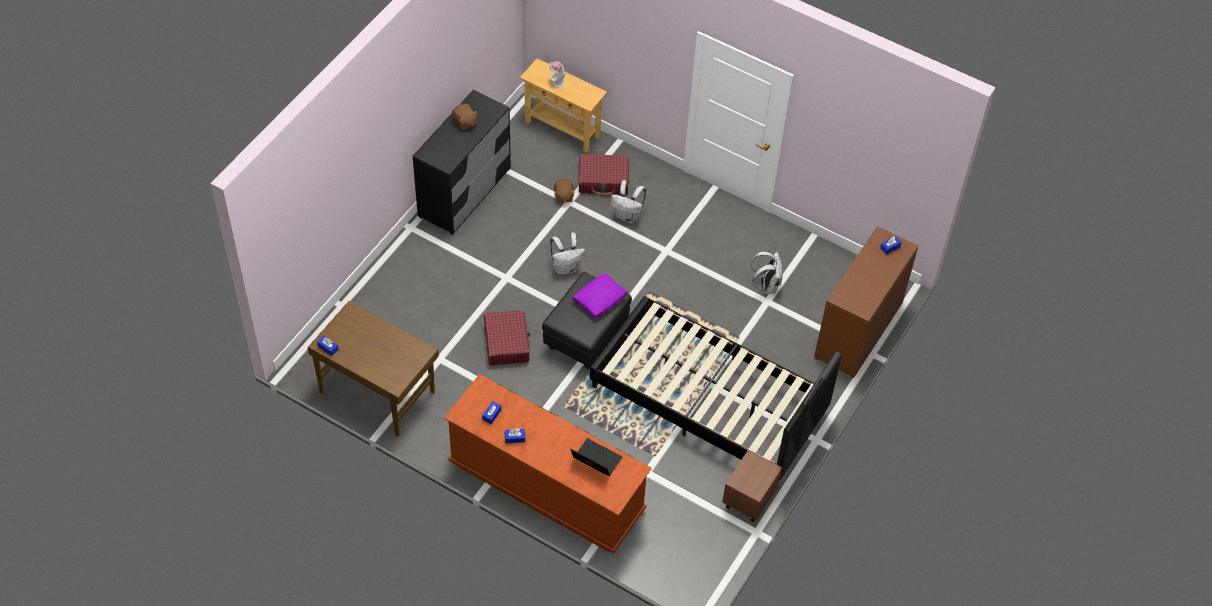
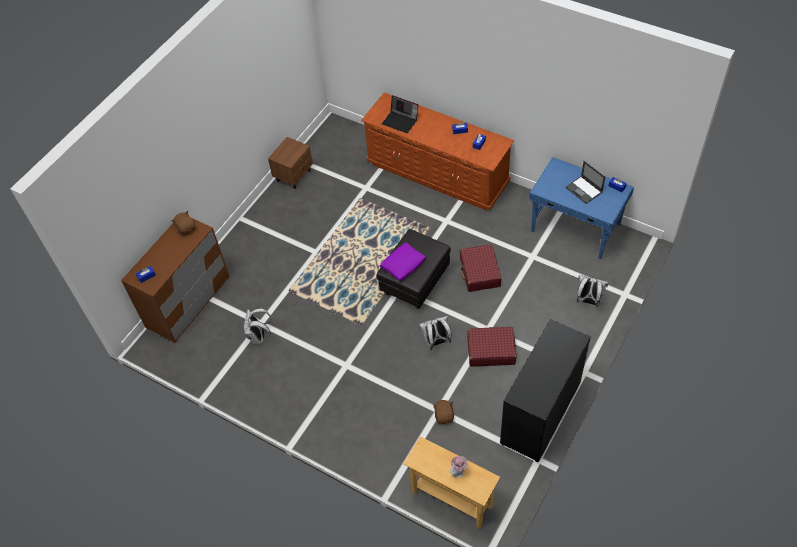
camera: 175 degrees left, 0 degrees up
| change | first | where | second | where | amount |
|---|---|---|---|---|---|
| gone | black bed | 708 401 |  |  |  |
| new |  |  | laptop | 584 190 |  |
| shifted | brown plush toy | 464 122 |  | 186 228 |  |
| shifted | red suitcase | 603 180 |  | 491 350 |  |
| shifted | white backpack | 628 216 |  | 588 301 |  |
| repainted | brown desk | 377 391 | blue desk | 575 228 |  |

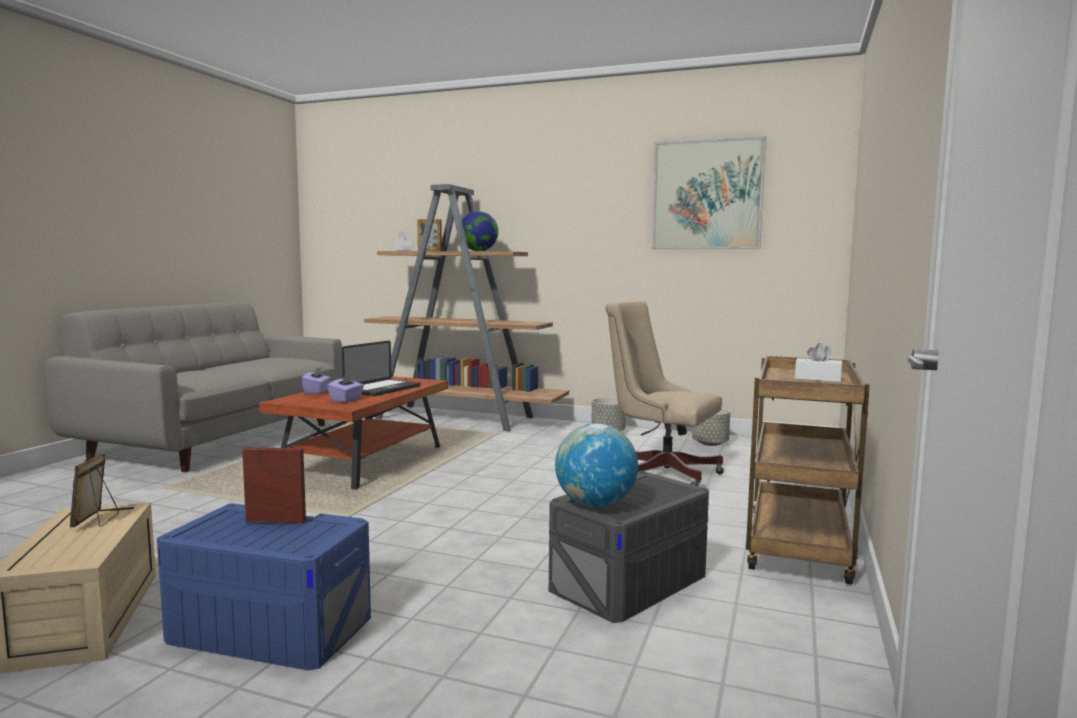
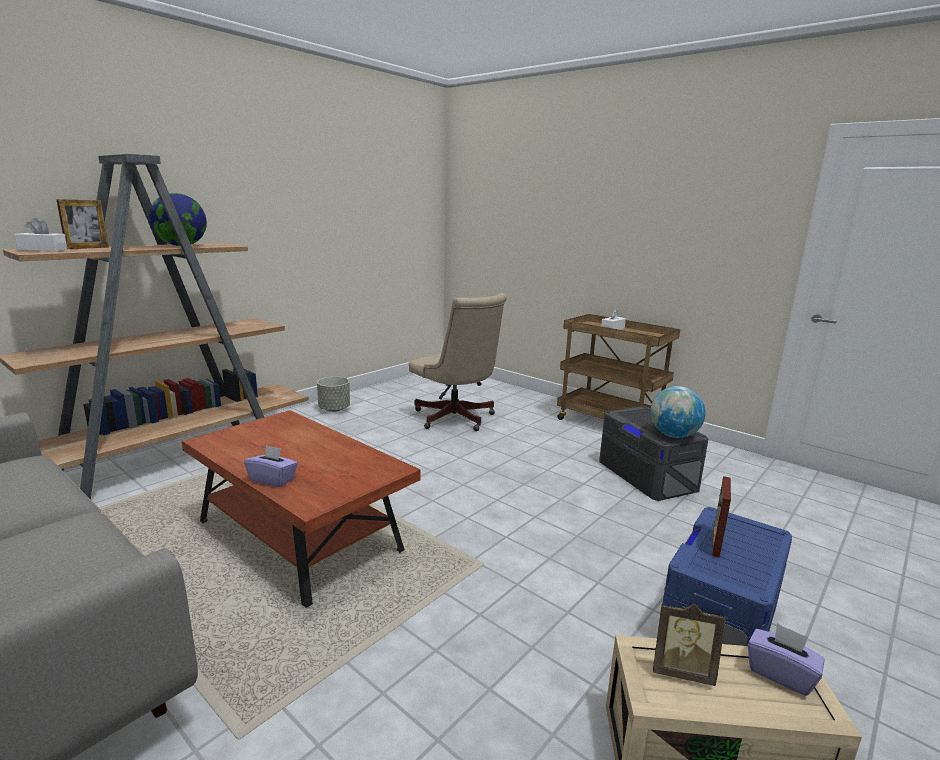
camera: 70 degrees left, 10 degrees up
| change | first | where | second | where | amount |
|---|---|---|---|---|---|
| gone | laptop | 382 389 |  |  |  |
| gone | picture | 707 195 |  |  |  |
| gone | grey planter | 710 444 |  |  |  |
| shifted | purple tissue box | 346 400 |  | 780 673 |  |
| rotated | beige office chair | 659 472 |  | 456 419 | 90 degrees counterclockwise |

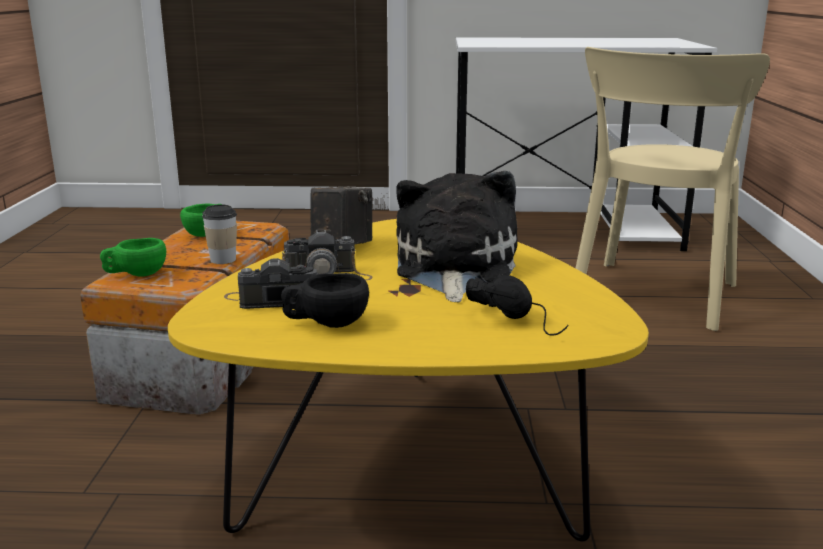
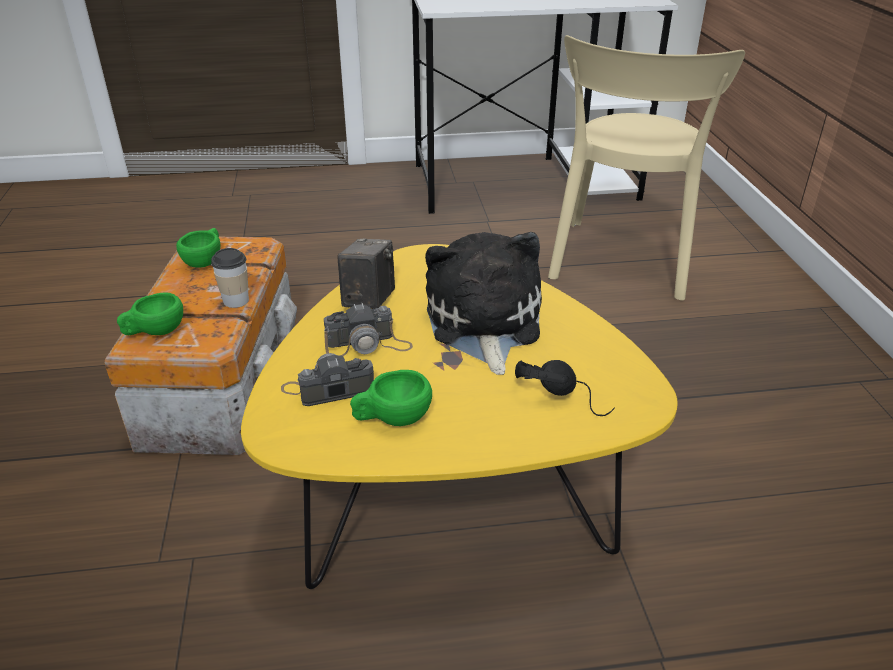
camera: 10 degrees left, 15 degrees up
| change | first | where | second | where | amount |
|---|---|---|---|---|---|
| repainted | black cup | 326 323 | green cup | 392 419 |  |

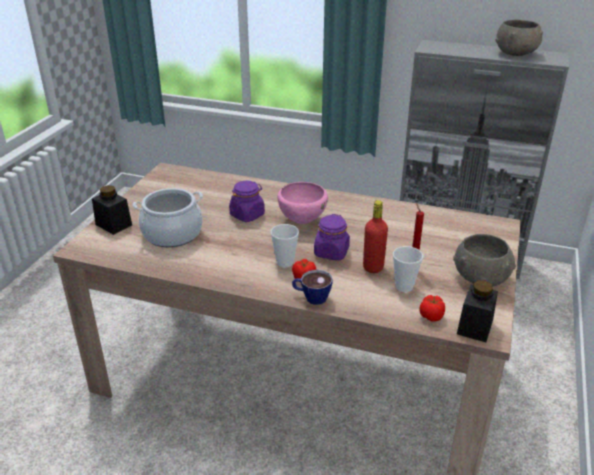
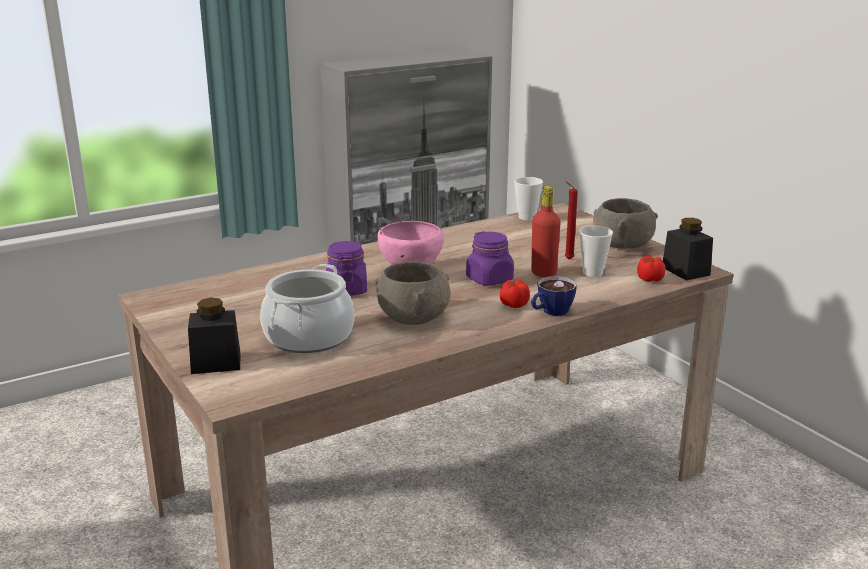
camera: 50 degrees left, 10 degrees down
| change | first | where | second | where | amount |
|---|---|---|---|---|---|
| shifted | cup | 285 262 |  | 527 217 |  |
| shifted | grey bowl | 516 53 |  | 414 317 |  |

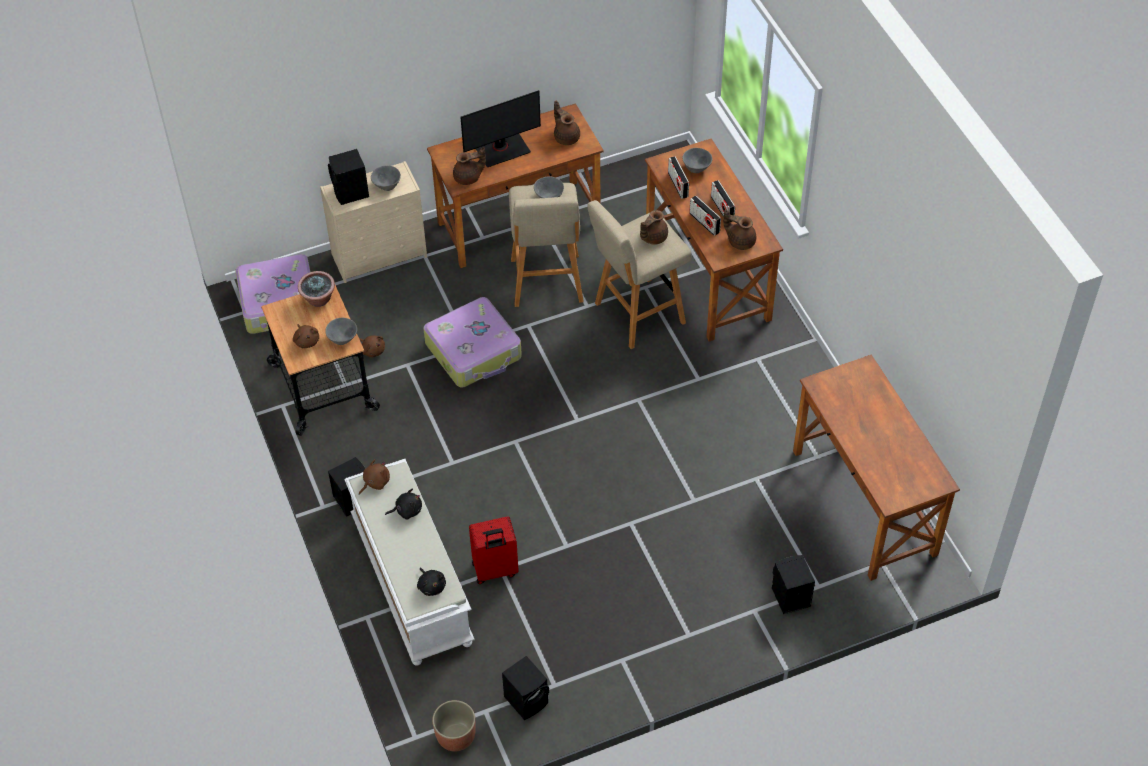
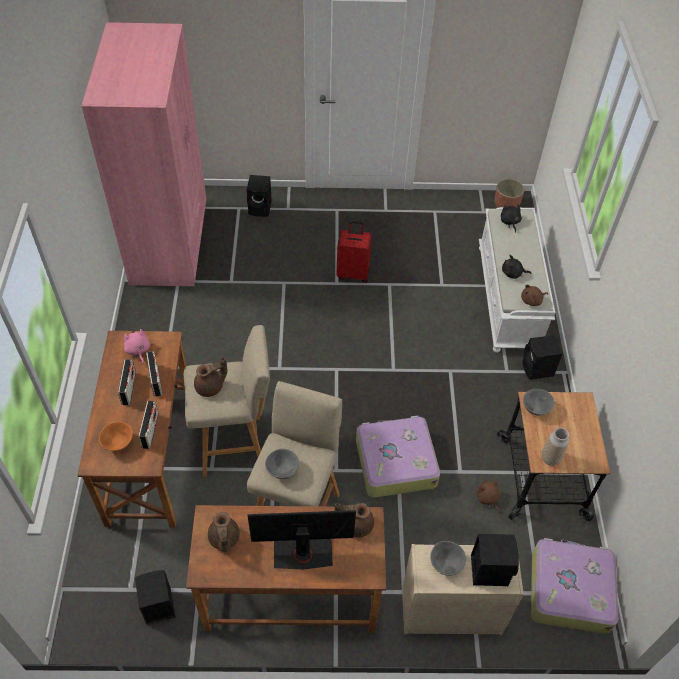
camera: 160 degrees left, 0 degrees up
| change | first | where | second | where | amount |
|---|---|---|---|---|---|
| gone | brown plush toy | 306 341 |  |  |  |
| shifted | red suitcase | 495 570 |  | 353 273 |  |
| shifted | black speaker | 527 699 |  | 157 606 |  |
| swapped | potted plant | 319 300 | vase | 550 458 |  |
| swapped | brown teapot | 740 241 | pink plush toy | 138 350 |  |
| swapped | brown desk | 864 502 | pink wardrobe | 170 242 |  |
| repainted | grey bowl | 697 168 | orange bowl | 118 443 |  |

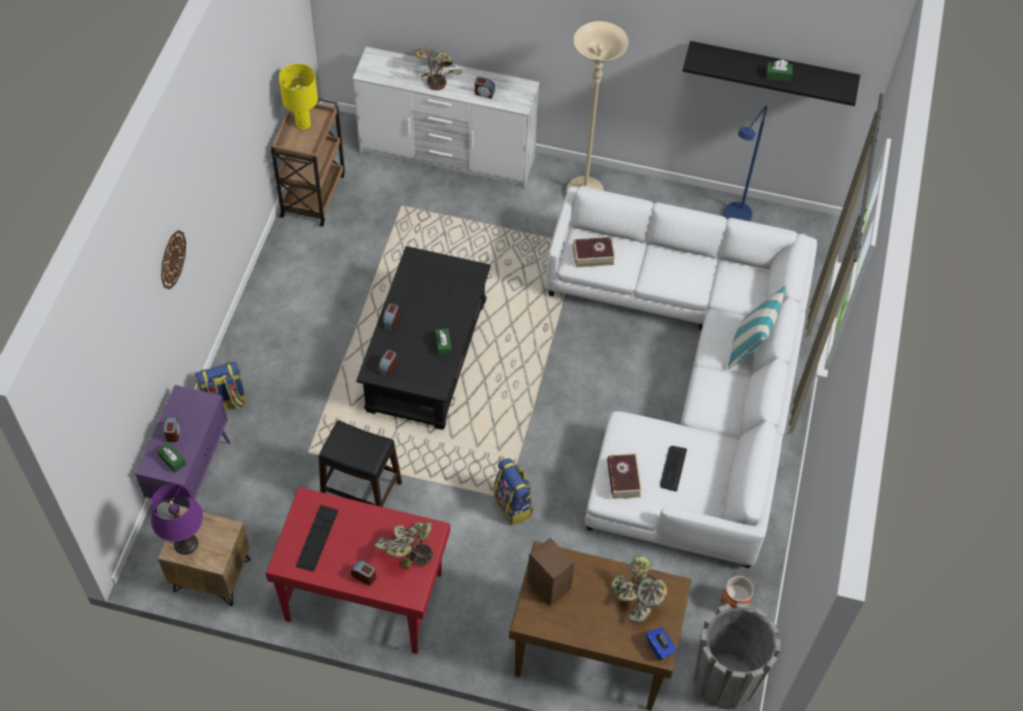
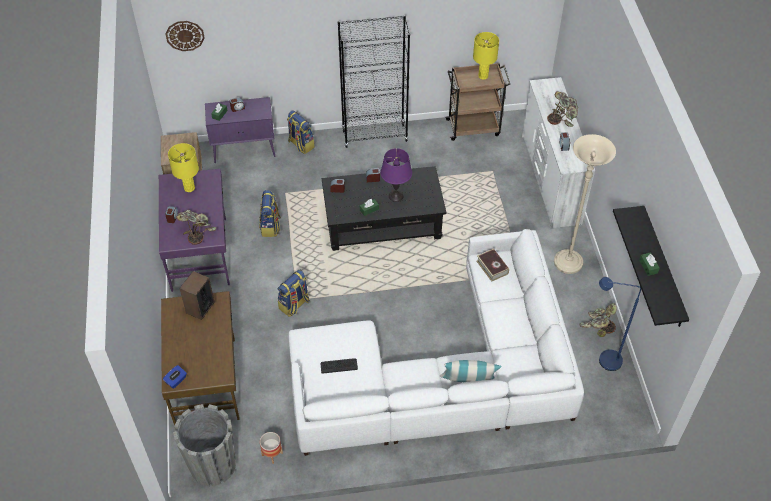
camera: 70 degrees right, 5 degrees down
| change | first | where | second | where | amount |
|---|---|---|---|---|---|
| gone | book | 623 479 |  |  |  |
| new |  |  | black bookcase | 375 136 |  |
| shifted | purple table lamp | 186 544 |  | 395 196 |  |
| shifted | wall clock | 172 259 |  | 185 35 |  |
| shifted | potted plant | 638 599 |  | 597 327 |  |
| swapped | keyboard | 317 538 | yellow table lamp | 189 188 |  |
| swapped | black stool | 361 490 | backpack | 270 226 |  |
| repainted | red desk | 363 595 | purple desk | 200 253 |  |

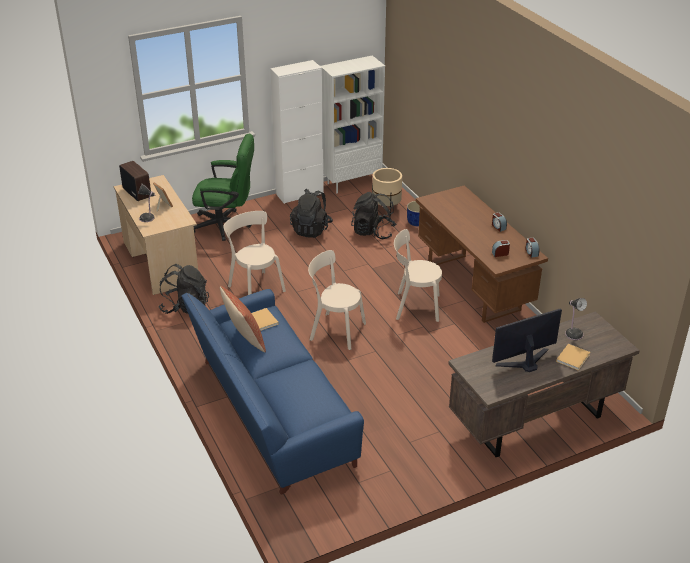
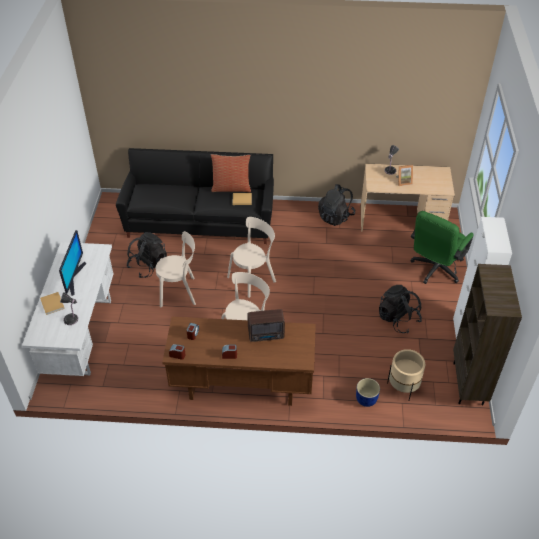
camera: 120 degrees right, 10 degrees up
| change | first | where | second | where | amount |
|---|---|---|---|---|---|
| shifted | radio | 137 192 |  | 267 335 |  |
| shifted | beige chair | 255 287 |  | 180 292 |  |
| shifted | black backpack | 373 232 |  | 148 266 |  |
| repainted | blue sofa | 270 413 | black sofa | 200 220 |  |
| repainted | white bookcase | 352 183 | brown bookcase | 468 384 |  |
| repainted | brown desk | 534 421 | white desk | 81 334 |  |

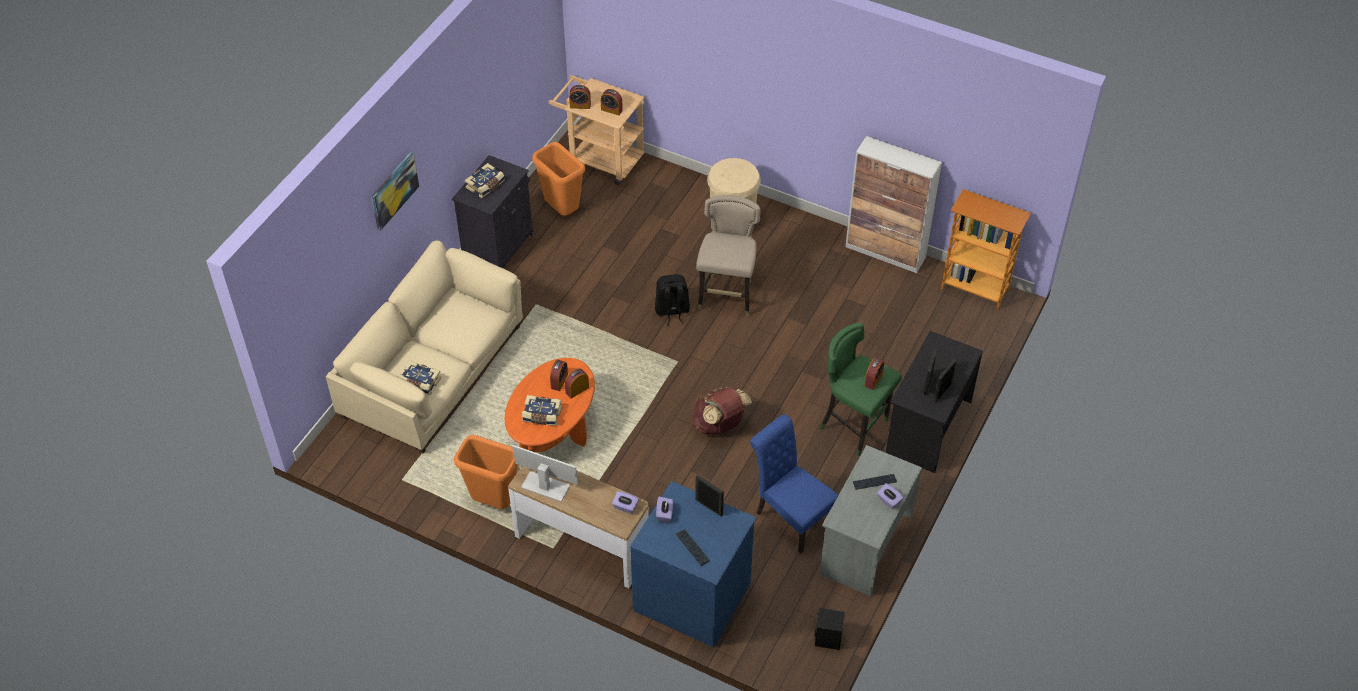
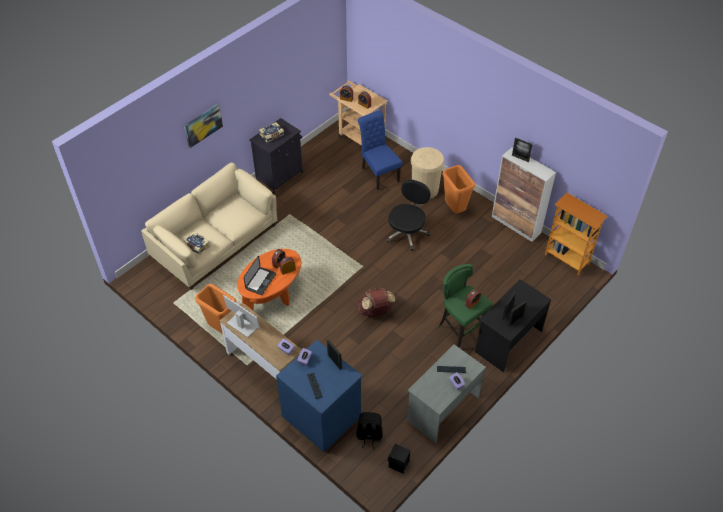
camera: 15 degrees right, 0 degrees up
| change | first | where | second | where | amount |
|---|---|---|---|---|---|
| new |  |  | picture frame | 520 158 |  |
| shifted | orange trash can | 561 211 |  | 454 209 |  |
| shifted | black backpack | 672 311 |  | 369 436 |  |
| shifted | blue chair | 790 517 |  | 378 173 |  |
| swapped | book | 541 415 | laptop | 261 281 |  |
| swapped | beige stool | 727 297 | black office chair | 407 233 |  |

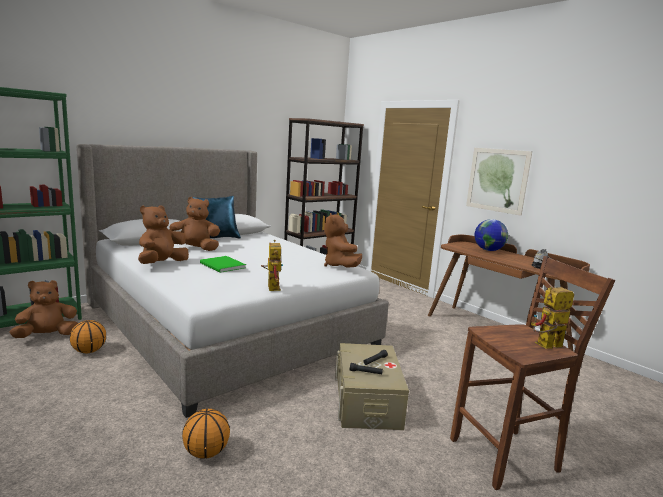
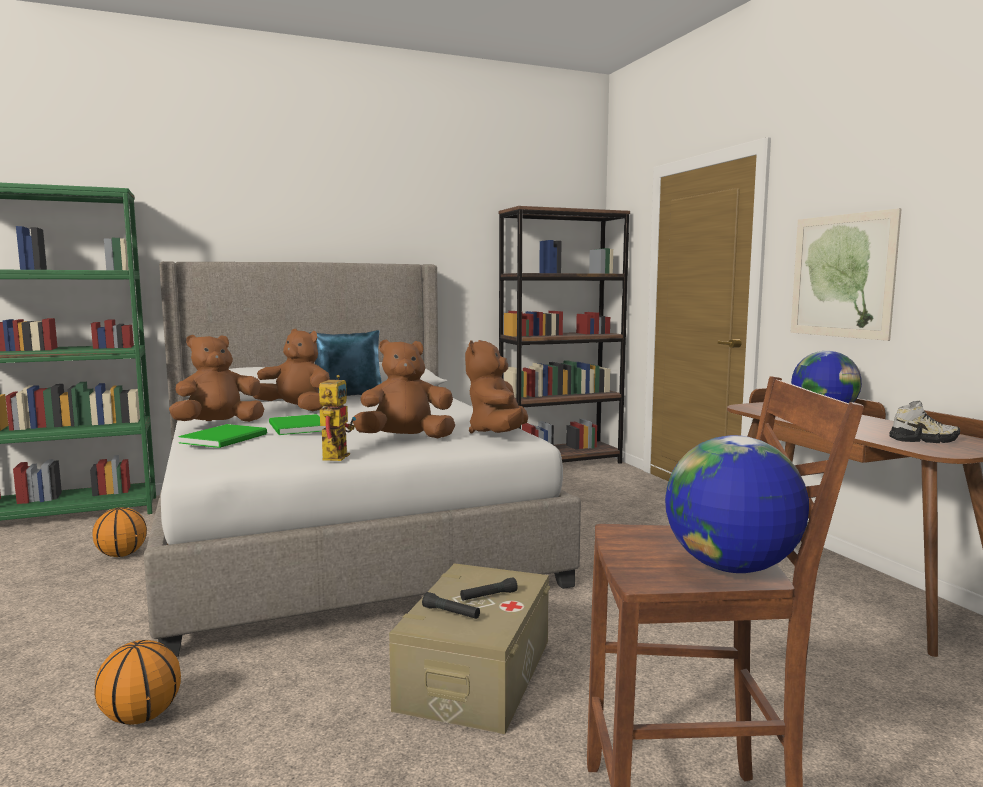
camera: 20 degrees right, 5 degrees down
| change | first | where | second | where | amount |
|---|---|---|---|---|---|
| new |  |  | green book | 227 438 |  |
| shifted | brown plush toy | 47 336 |  | 405 439 |  |
| swapped | toy robot | 546 346 | globe | 730 568 |  |

